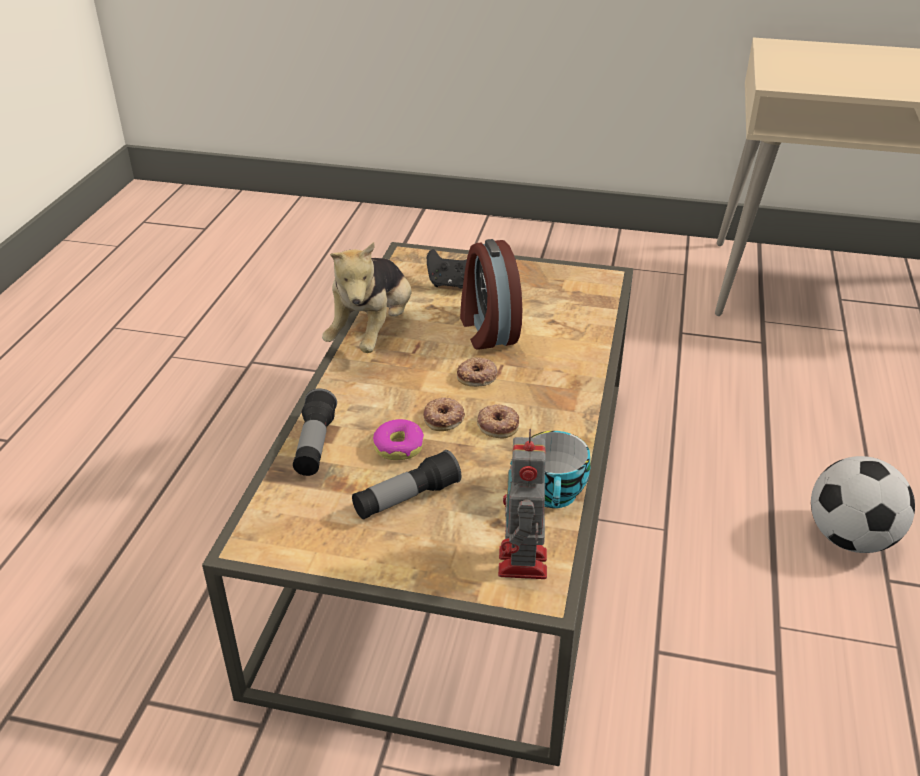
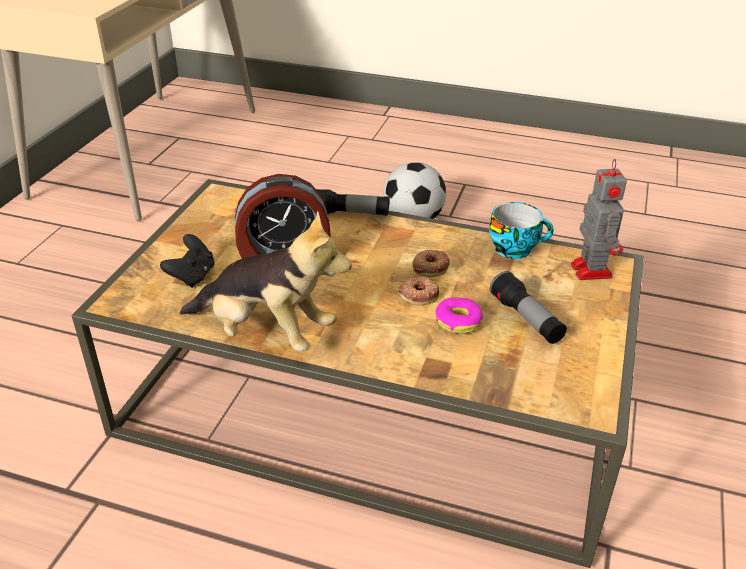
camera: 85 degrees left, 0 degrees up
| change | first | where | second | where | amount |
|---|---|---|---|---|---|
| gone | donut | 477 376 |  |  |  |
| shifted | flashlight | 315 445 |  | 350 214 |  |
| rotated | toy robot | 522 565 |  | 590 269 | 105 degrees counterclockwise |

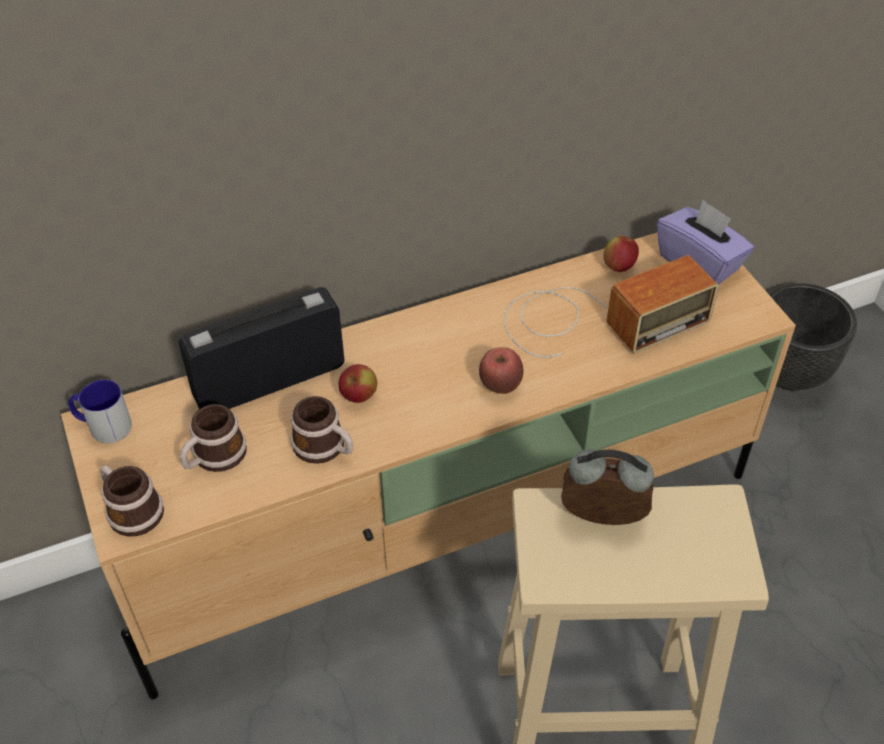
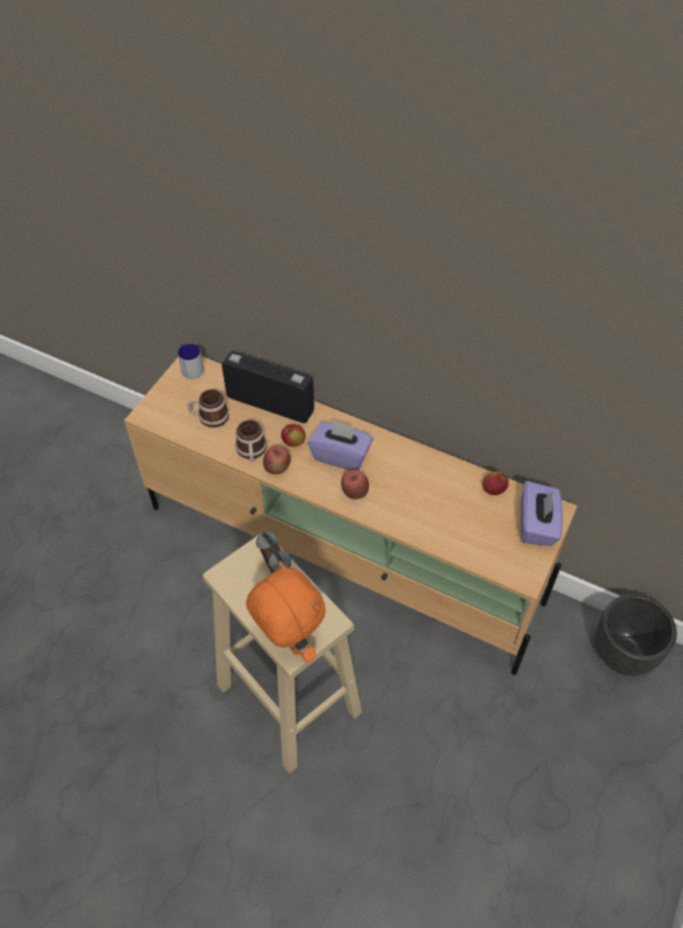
camera: 50 degrees right, 5 degrees up
| change | first | where | second | where | amount |
|---|---|---|---|---|---|
| gone | mug | 131 509 |  |  |  |
| gone | radio | 596 319 |  |  |  |
| new |  |  | orange plush toy | 288 642 |  |
| new |  |  | apple | 277 469 |  |
| new |  |  | purple tissue box | 341 455 |  |

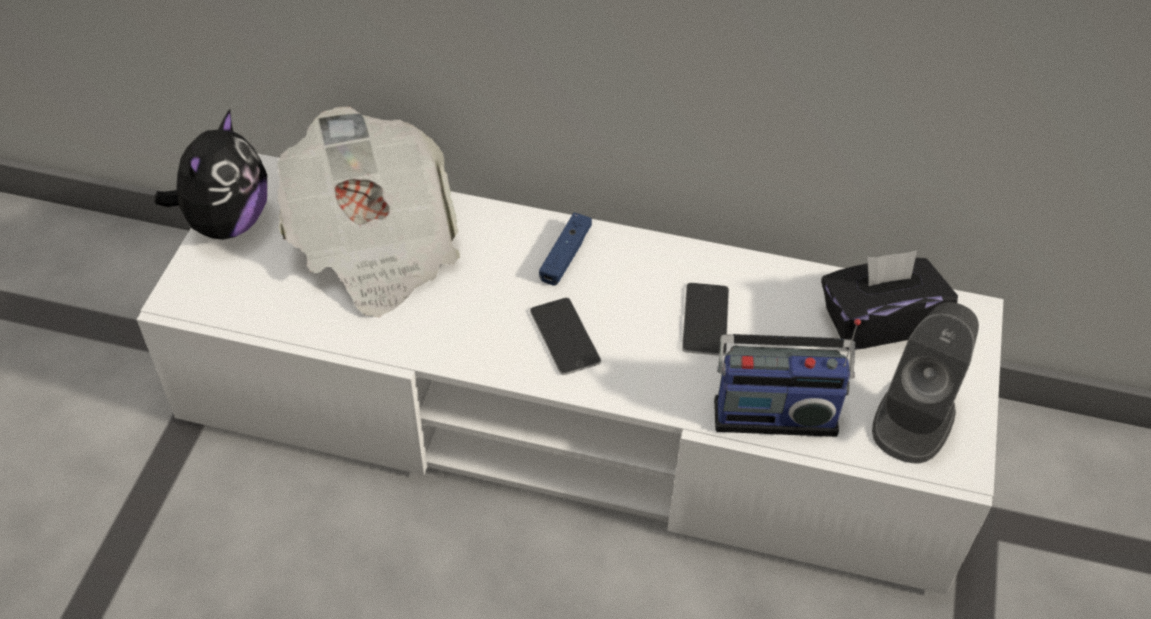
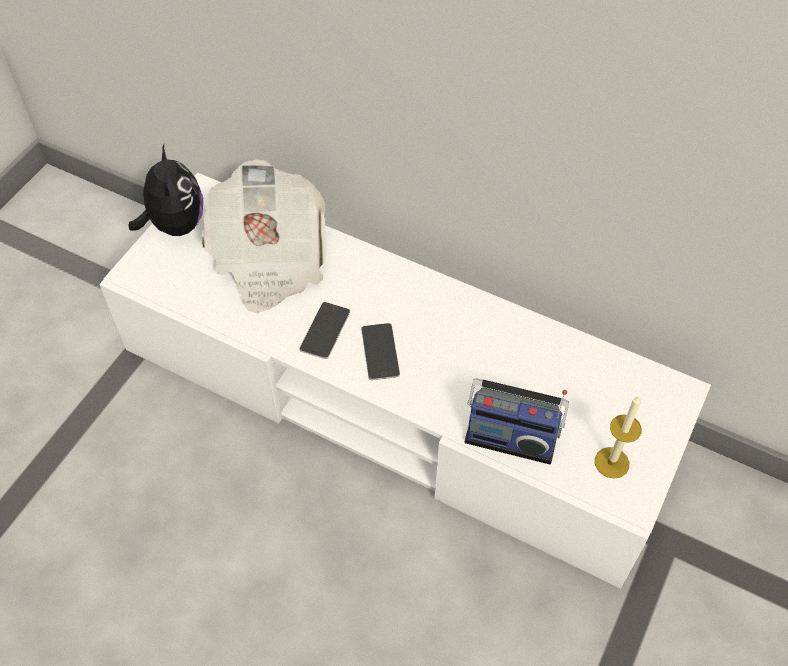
camera: 15 degrees right, 5 degrees up
| change | first | where | second | where | amount |
|---|---|---|---|---|---|
| gone | blue game controller | 565 255 |  |  |  |
| gone | black tissue box | 877 321 |  |  |  |
| shifted | phone | 705 319 |  | 325 330 |  |
| swapped | grey speaker | 914 418 | candle | 611 462 |  |
| rotated | plush toy | 226 222 |  | 175 224 | 45 degrees counterclockwise |

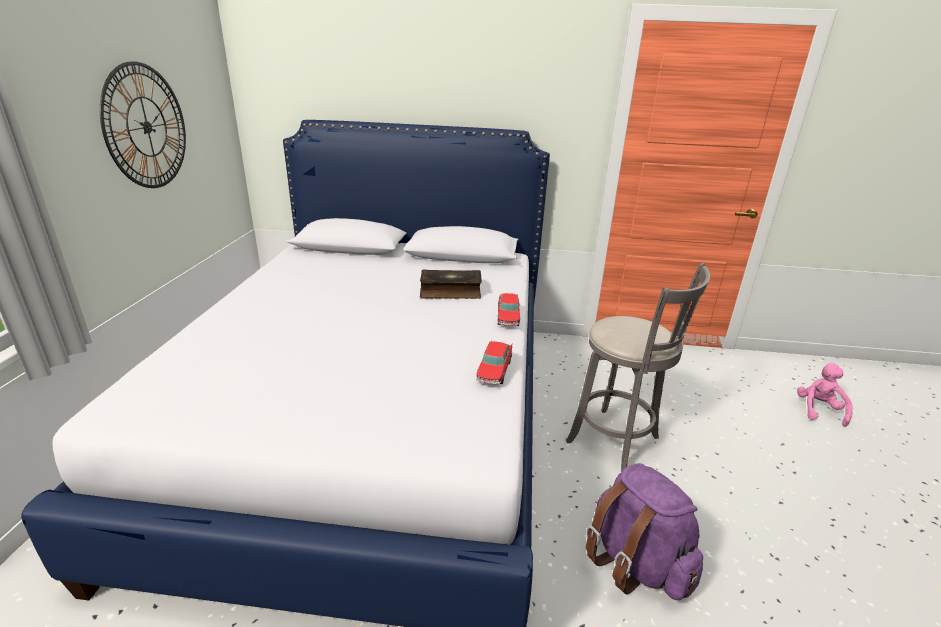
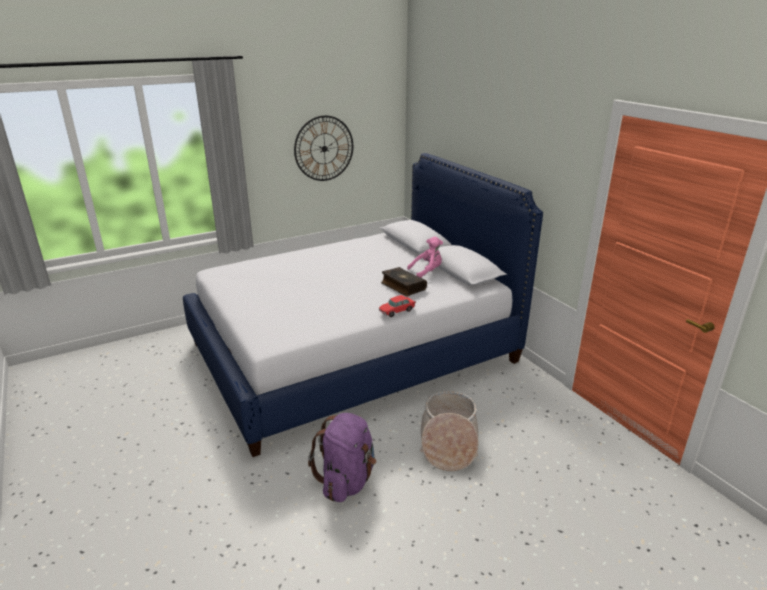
camera: 55 degrees right, 0 degrees up
| change | first | where | second | where | amount |
|---|---|---|---|---|---|
| gone | toy car | 494 371 |  |  |  |
| shifted | pink plush toy | 818 410 |  | 427 272 |  |
| swapped | grey stool | 617 442 | basket | 448 442 |  |

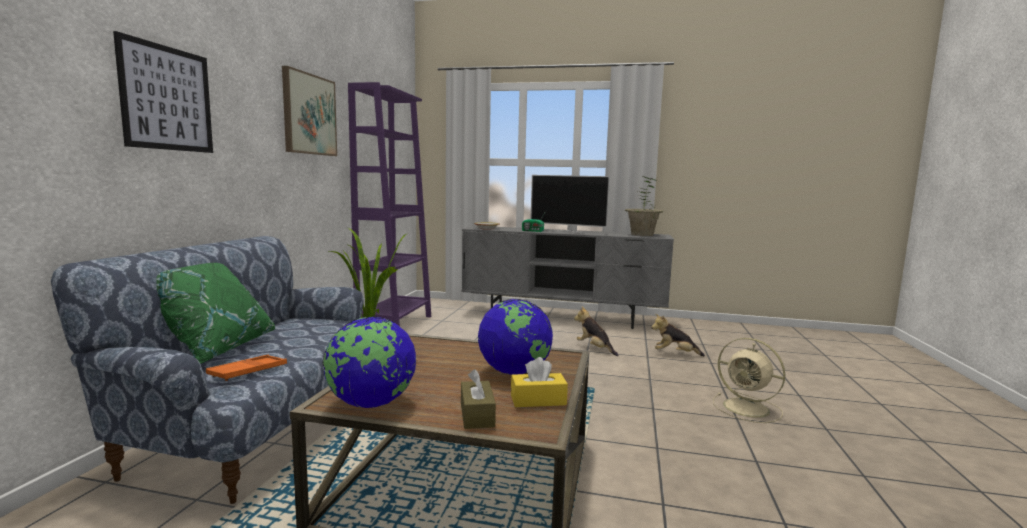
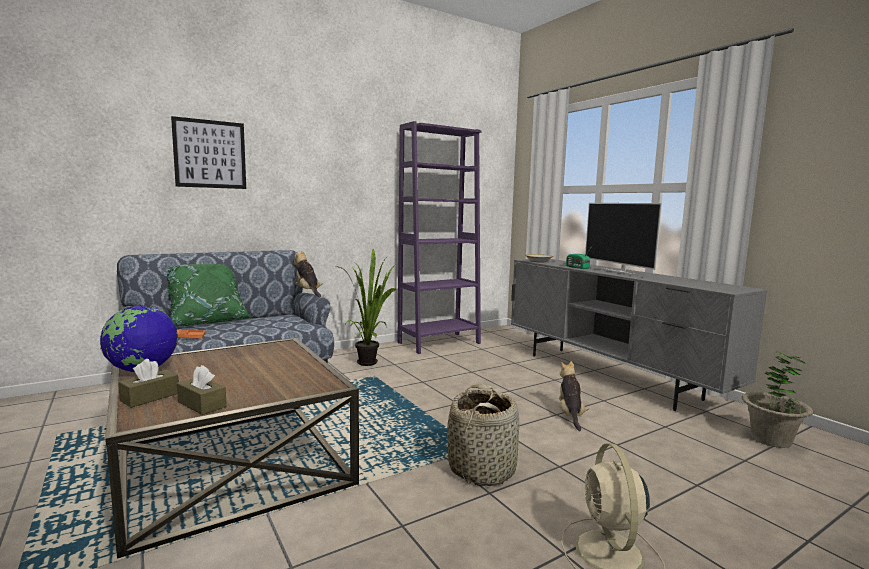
camera: 45 degrees right, 0 degrees up
| change | first | where | second | where | amount |
|---|---|---|---|---|---|
| gone | picture | 309 114 |  |  |  |
| gone | globe | 514 372 |  |  |  |
| new |  |  | basket | 482 469 |  |
| shifted | potted plant | 642 234 |  | 771 439 |  |
| shifted | plush toy | 674 354 |  | 308 292 |  |
| repainted | yellow tissue box | 538 400 | brown tissue box | 202 404 |  |

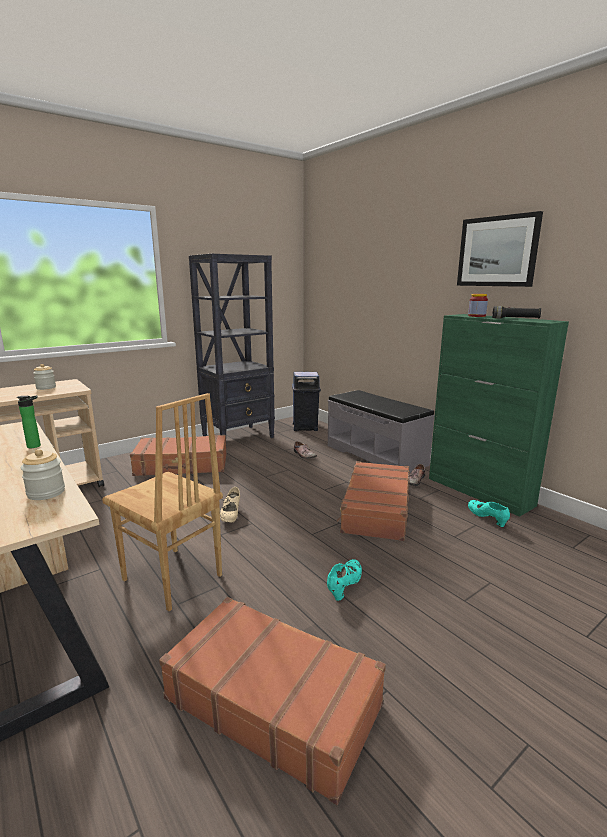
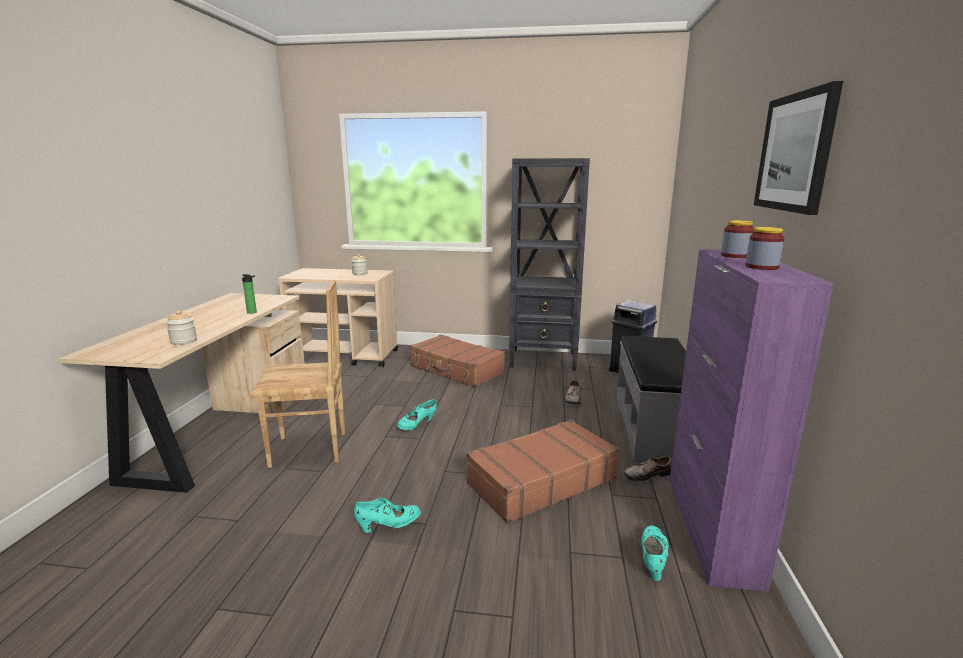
camera: 45 degrees right, 0 degrees up
| change | first | where | second | where | amount |
|---|---|---|---|---|---|
| gone | brown suitcase | 273 700 |  |  |  |
| swapped | black flashlight | 515 318 | jar | 761 267 |  |
| repainted | beige shoe | 231 516 | turquoise shoe | 417 425 |  |
| repainted | green cabinet | 479 492 | purple cabinet | 711 528 |  |
| rotated | brown chair | 171 579 |  | 309 450 | 90 degrees counterclockwise |

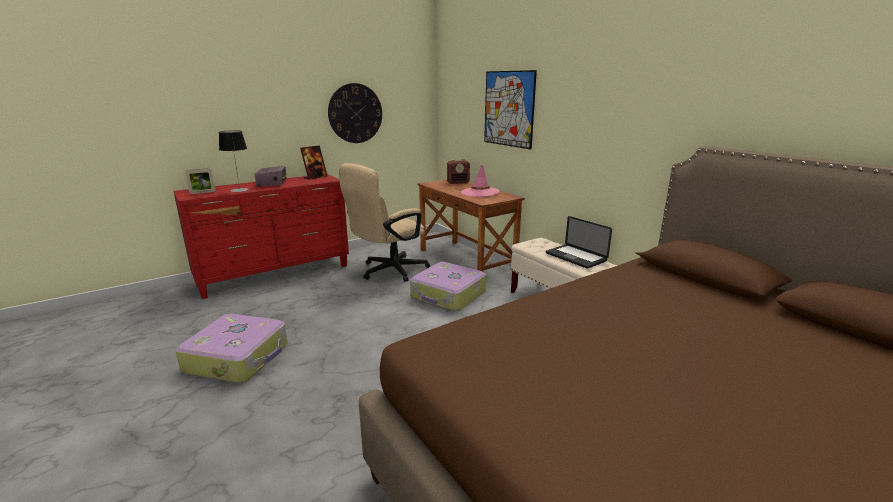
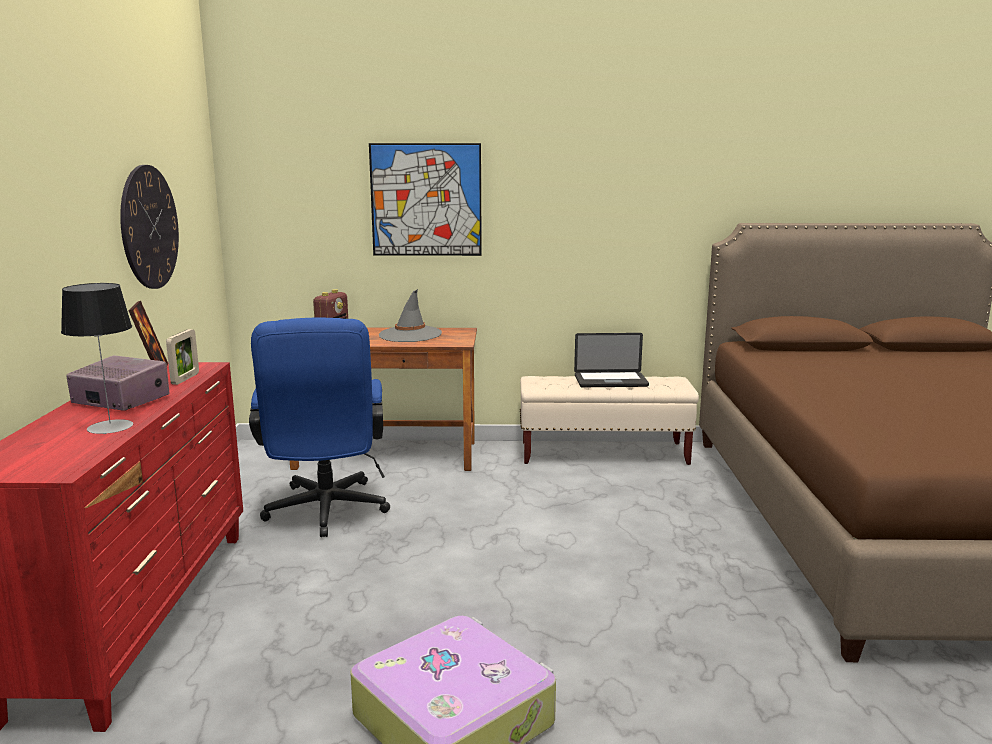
camera: 55 degrees left, 5 degrees down
| change | first | where | second | where | amount |
|---|---|---|---|---|---|
| gone | suitcase | 448 295 |  |  |  |
| shifted | picture frame | 202 192 |  | 185 379 |  |
| repainted | beige office chair | 388 271 | blue office chair | 325 513 |  |
| repainted | pink hat | 480 192 | grey hat | 410 335 |  |

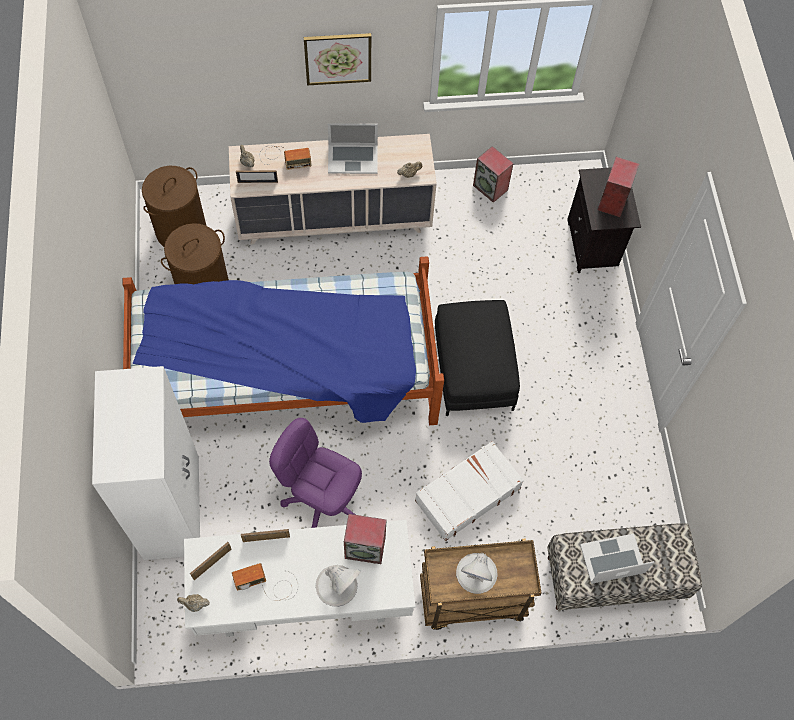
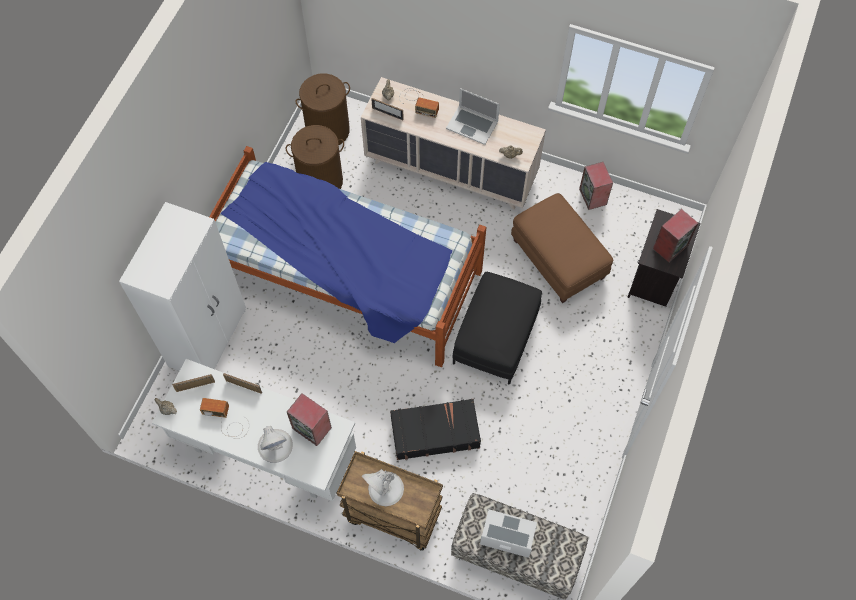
camera: 30 degrees right, 0 degrees up
| change | first | where | second | where | amount |
|---|---|---|---|---|---|
| gone | purple office chair | 321 500 |  |  |  |
| gone | picture | 338 58 |  |  |  |
| new |  |  | brown ottoman | 558 258 |  |
| repainted | white suitcase | 467 494 | black suitcase | 434 432 |  |

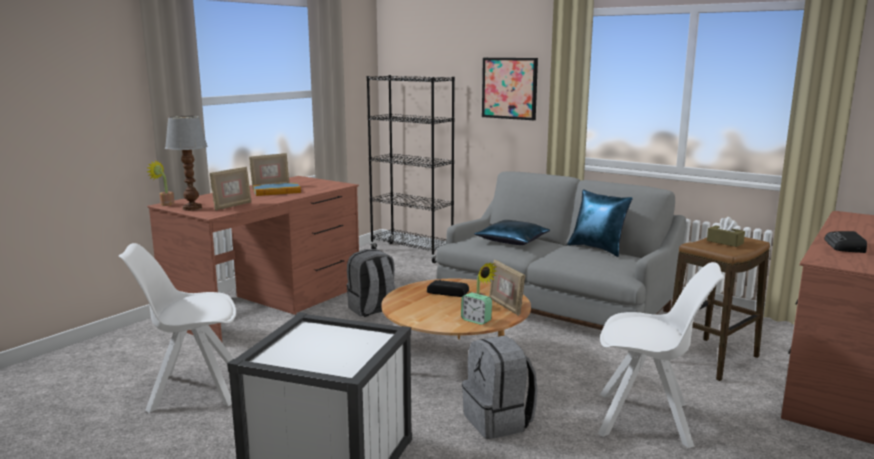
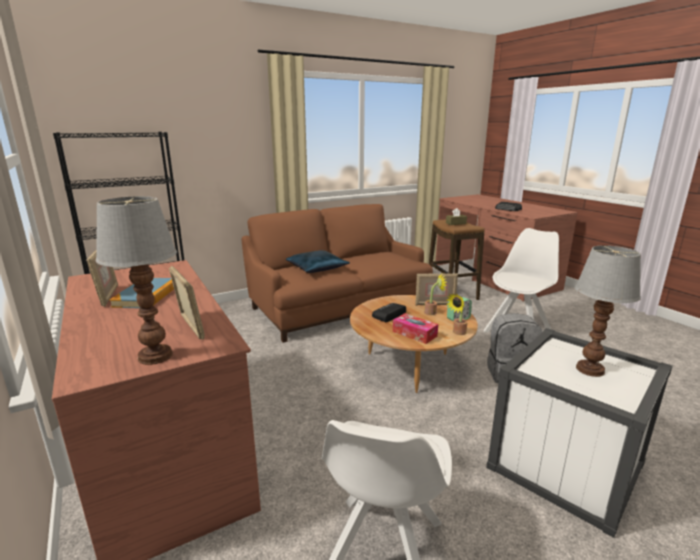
camera: 65 degrees left, 5 degrees up
| change | first | where | second | where | amount |
|---|---|---|---|---|---|
| gone | grey backpack | 372 310 |  |  |  |
| gone | picture | 509 88 |  |  |  |
| gone | blue pillow | 598 249 |  |  |  |
| new |  |  | tissue box | 414 334 |  |
| new |  |  | table lamp | 589 369 |  |
| shifted | potted plant | 165 204 |  | 457 333 |  |
| repainted | grey sofa | 555 304 | brown sofa | 339 306 |  |

